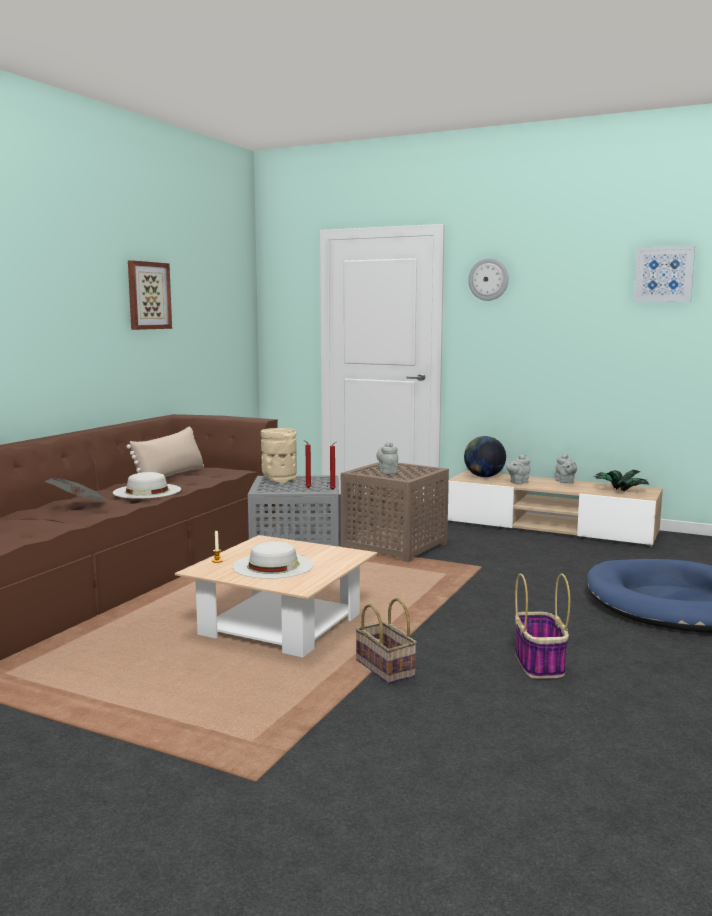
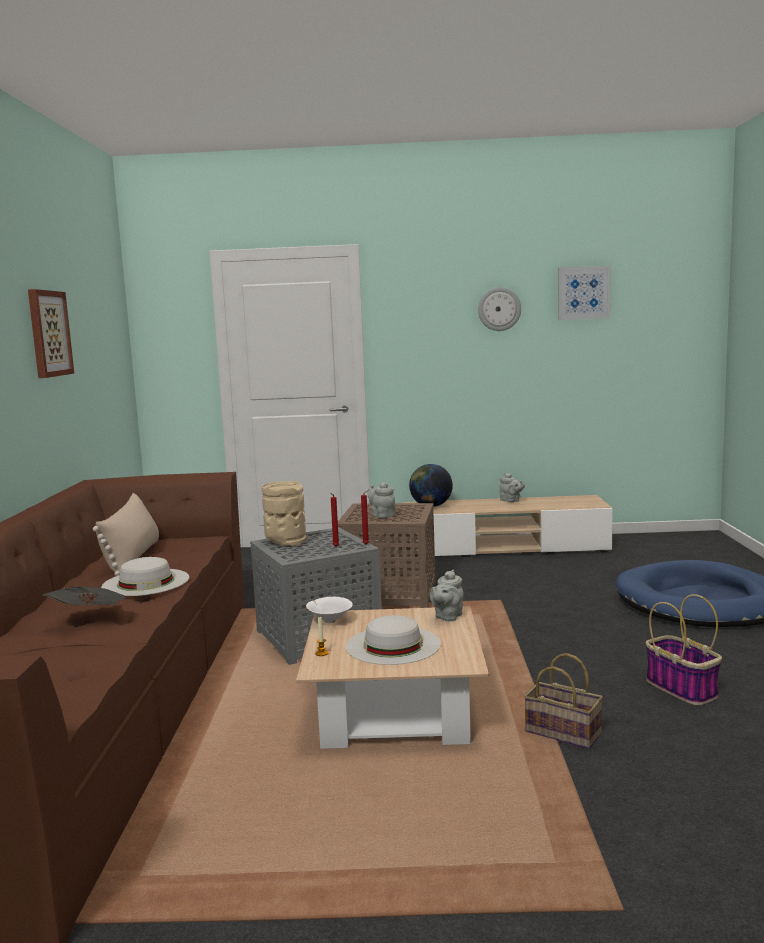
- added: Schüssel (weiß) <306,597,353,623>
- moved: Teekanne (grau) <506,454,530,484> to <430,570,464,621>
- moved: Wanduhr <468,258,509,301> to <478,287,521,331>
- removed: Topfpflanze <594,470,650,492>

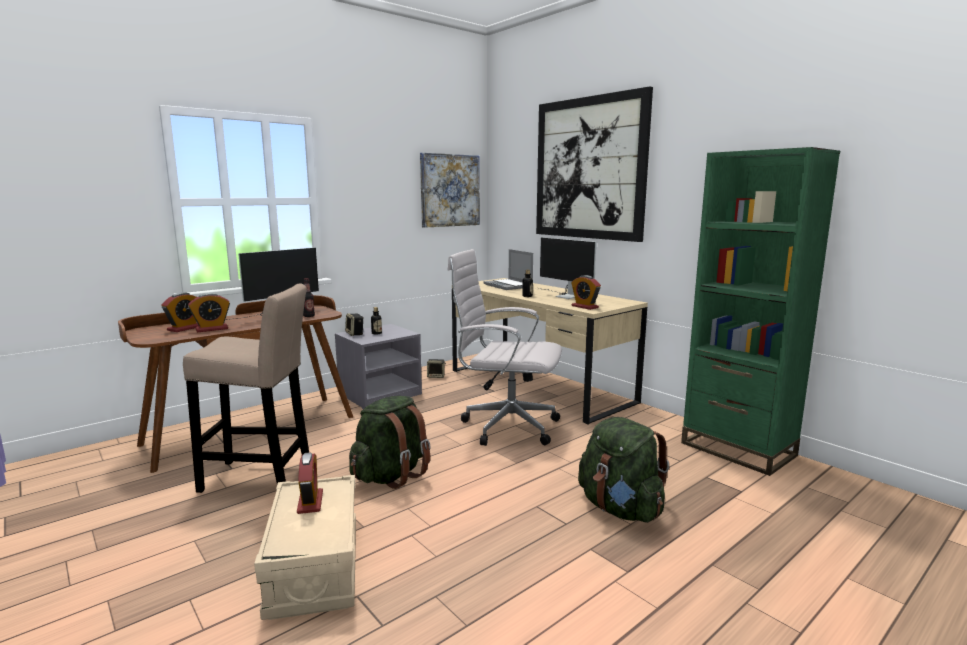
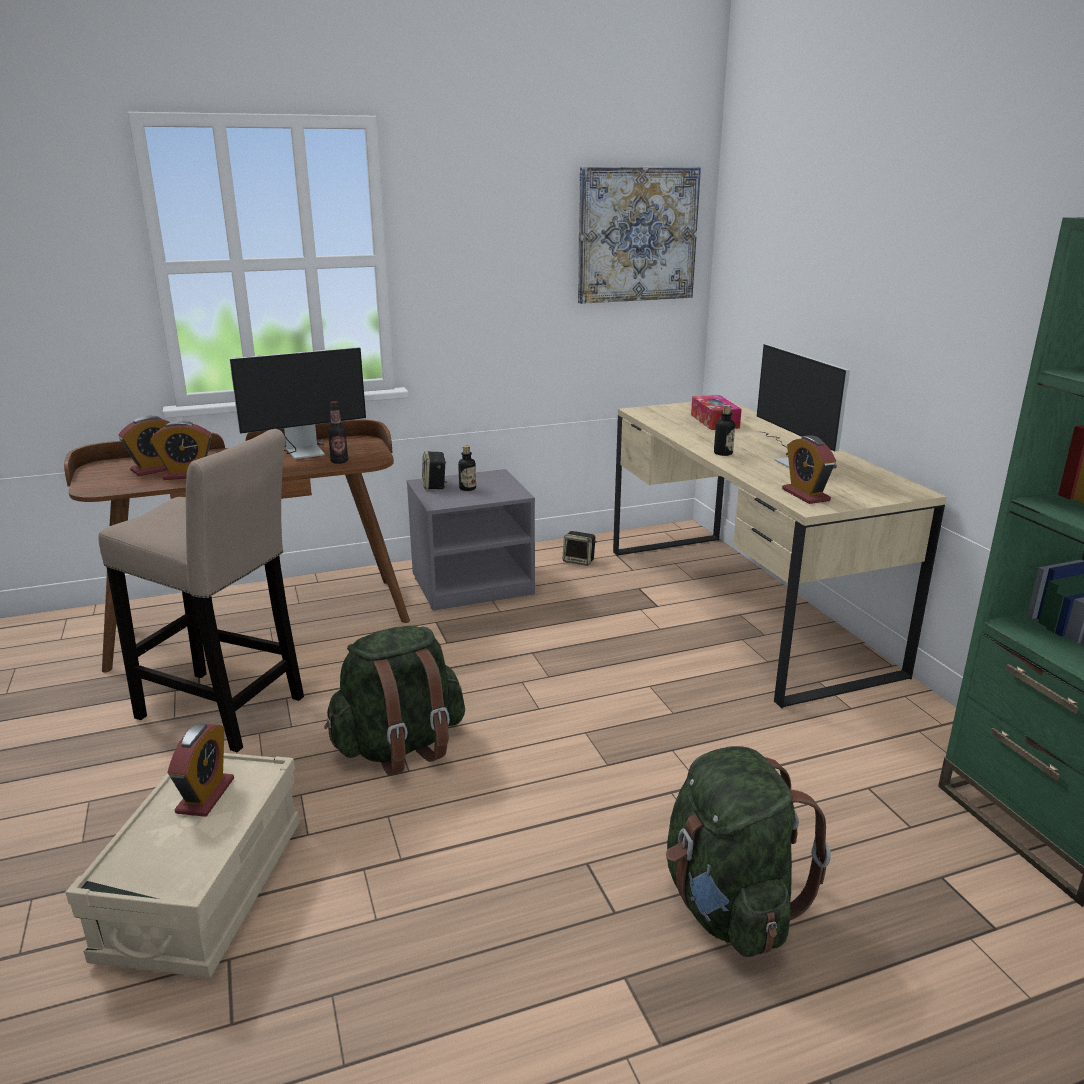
- replaced: Laptop <483,249,533,290> to Taschentuchbox <691,395,742,430>
- removed: Bürostuhl (weiß) <448,249,562,446>
- removed: Bild <536,86,653,242>

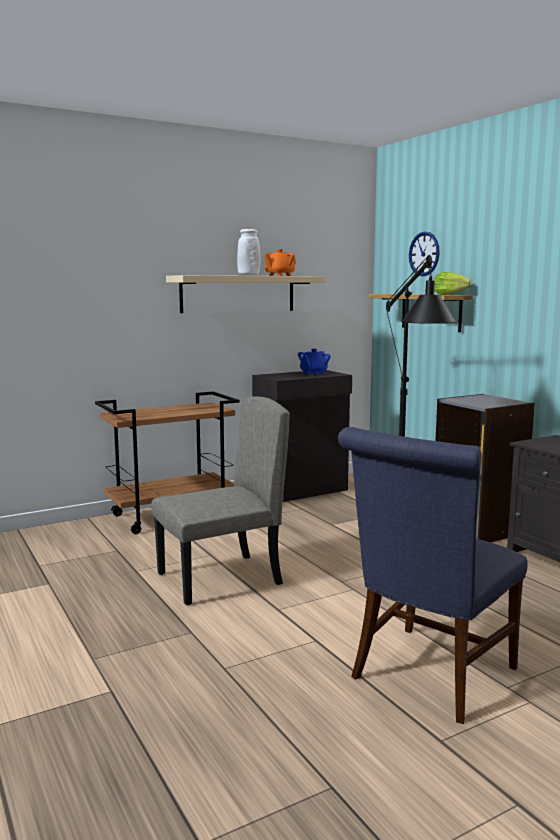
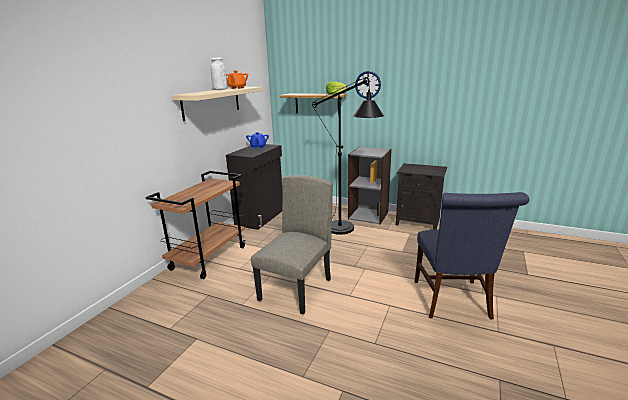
- moved: Wanduhr <409,232,440,276> to <355,71,381,99>

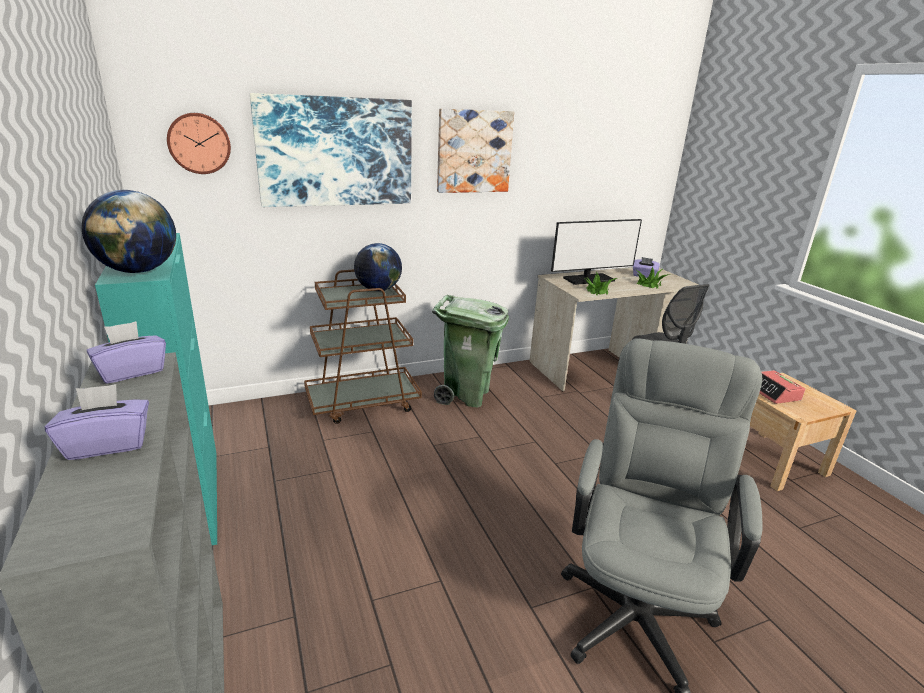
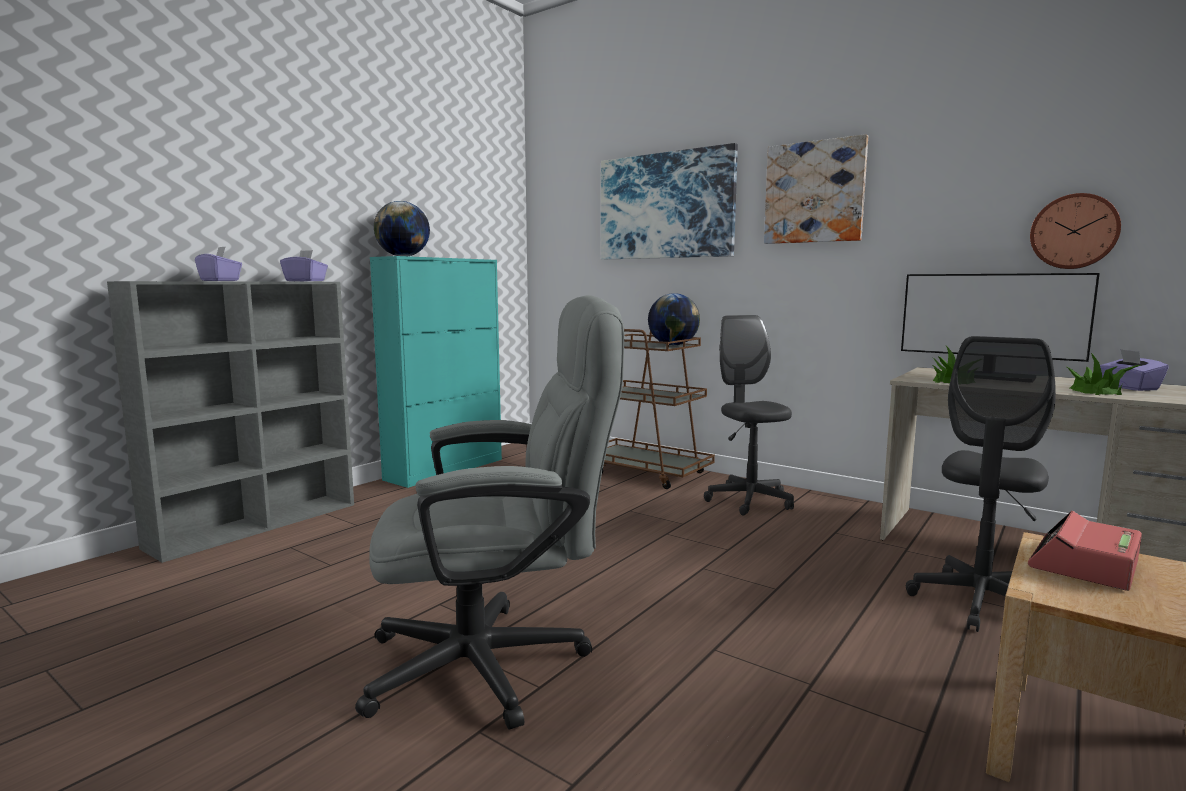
- replaced: Mülleimer (grün) <432,295,509,407> to Bürostuhl (grau) <704,315,794,515>
- moved: Wanduhr <167,113,231,174> to <1030,193,1121,269>

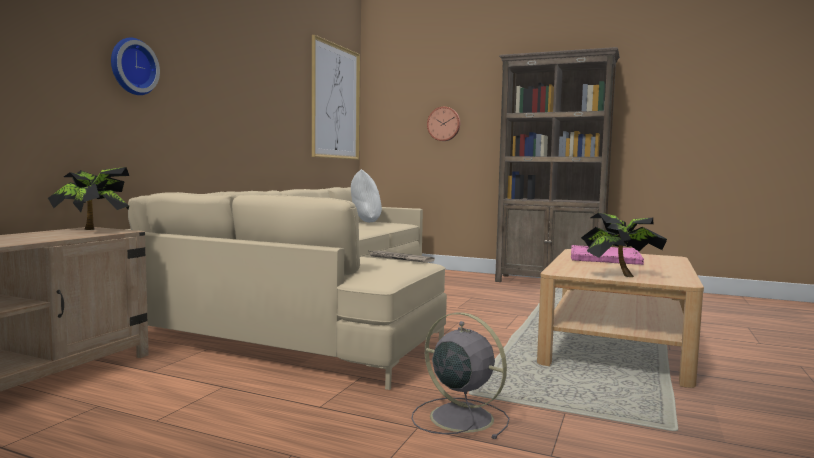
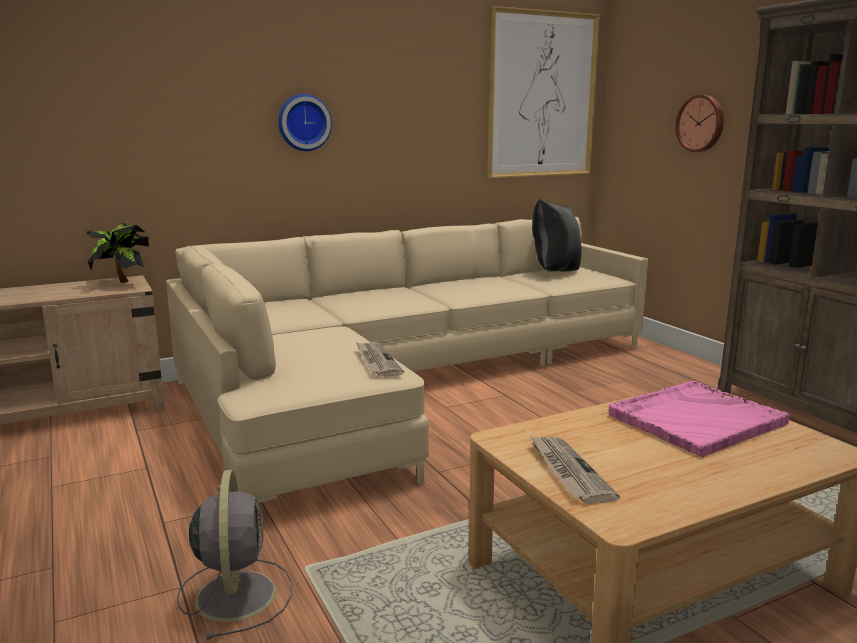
- moved: Wanduhr <111,38,160,95> to <278,94,332,151>
- replaced: Topfpflanze <581,213,667,277> to Zeitung <530,436,620,504>
- recoloured: Kissen (weiß) <351,169,382,223> to Kissen (schwarz) <532,199,582,272>

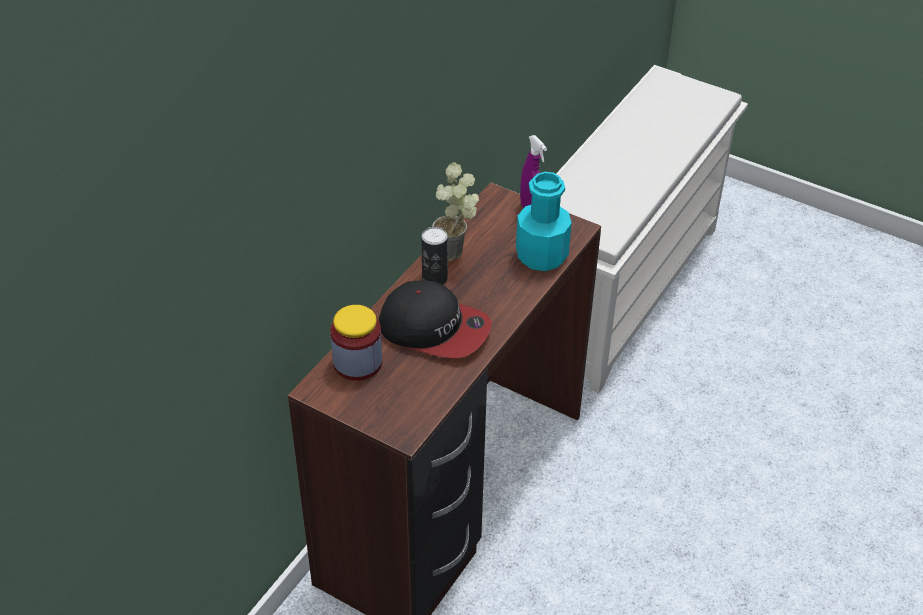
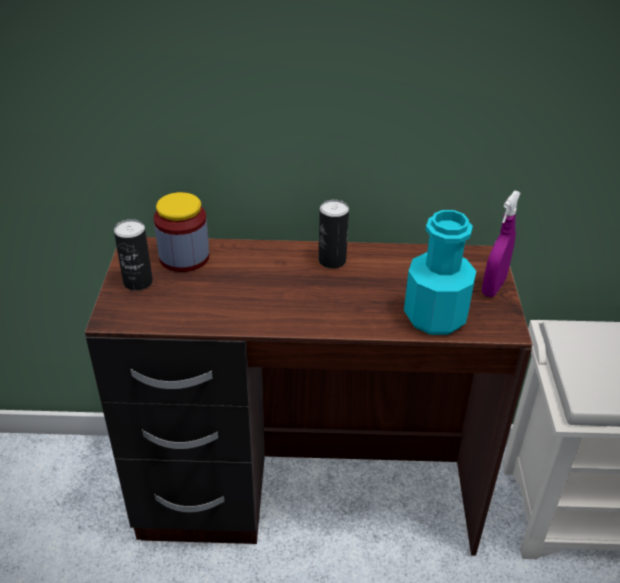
- added: Dose <114,219,153,291>
- removed: Kappe <379,280,492,358>
- removed: Topfpflanze <432,162,479,261>

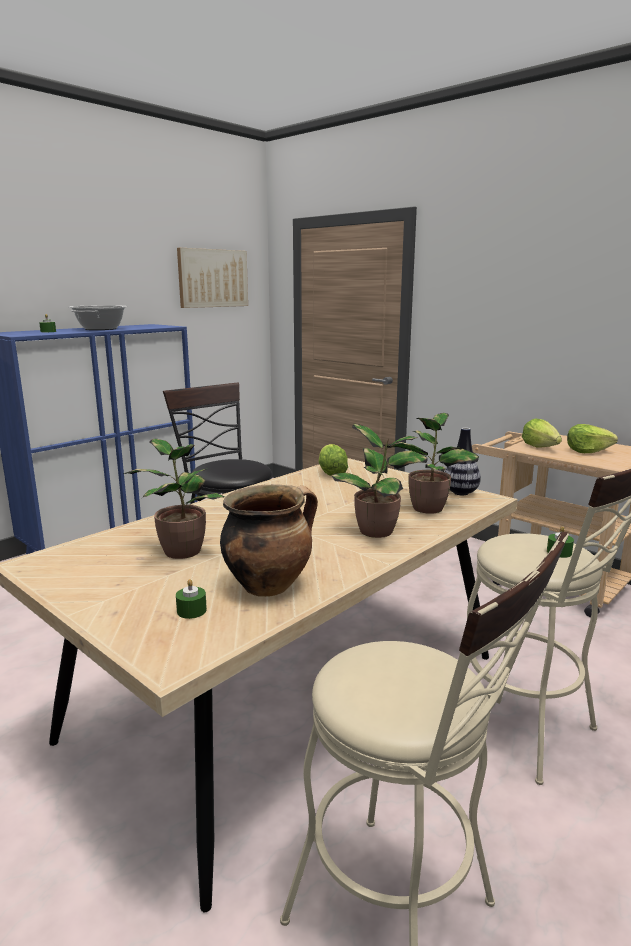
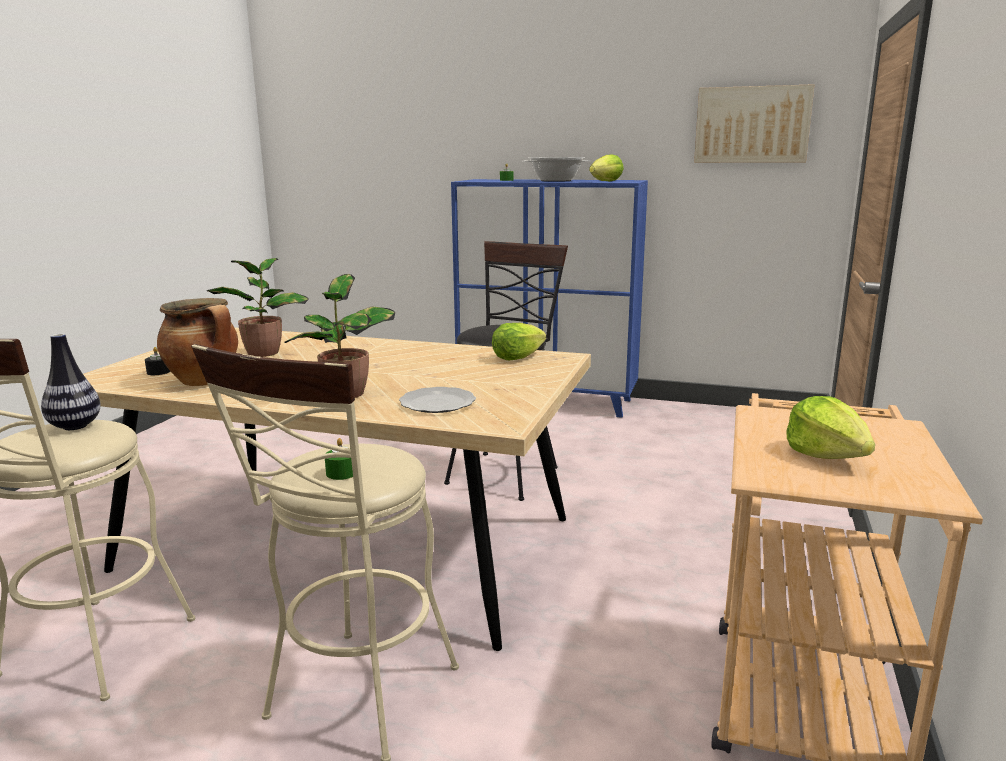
- moved: Vase <445,427,481,495> to <41,333,101,430>
- recoloured: Kerze (grün) <176,579,207,619> to Kerze (schwarz) <145,347,170,375>
- replaced: Topfpflanze <384,413,479,514> to Teller <399,387,476,413>
- moved: Salatkopf <522,418,562,448> to <589,154,624,182>

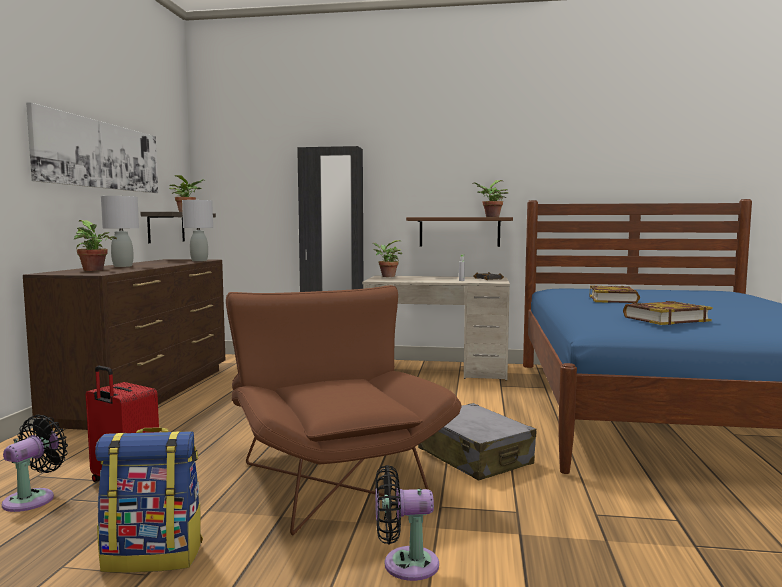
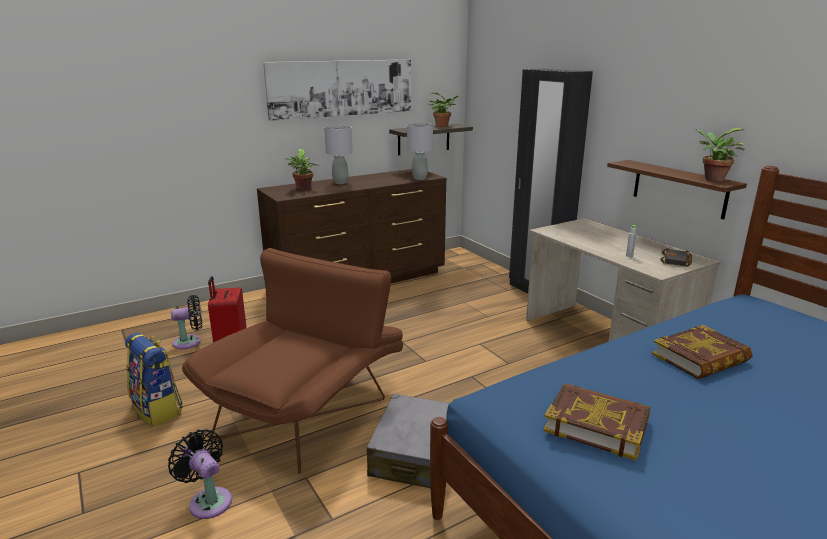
- removed: Topfpflanze <373,240,402,277>

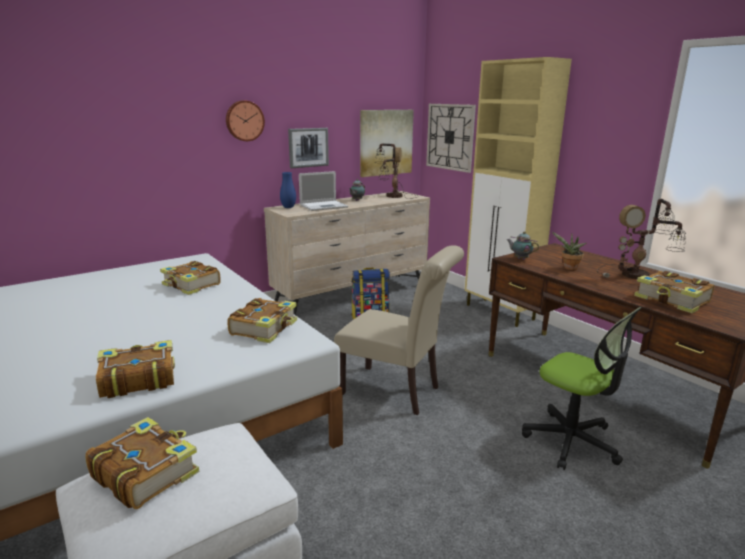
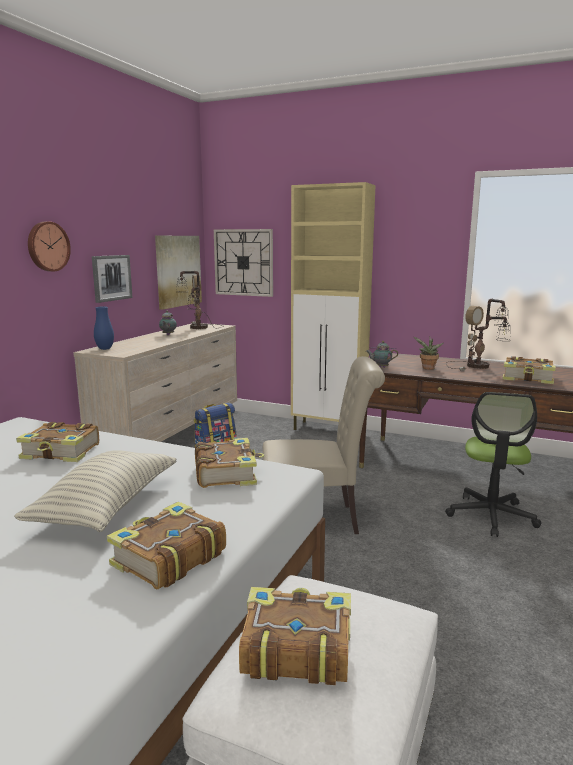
- added: Kissen <14,450,176,532>
- turned: Bürostuhl <522,307,642,470> = <445,392,541,537> 90 degrees clockwise
- removed: Laptop <299,171,348,211>

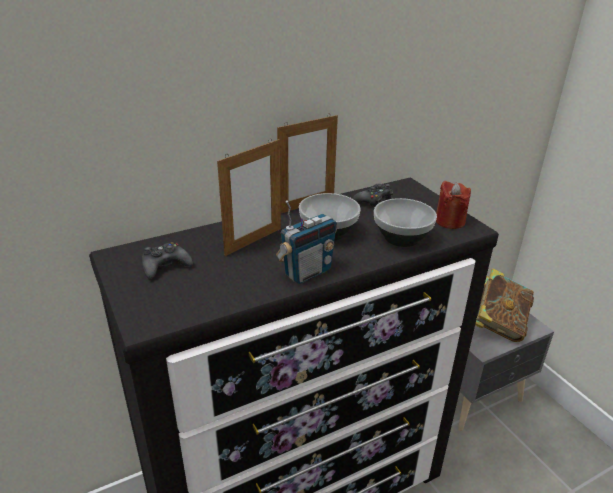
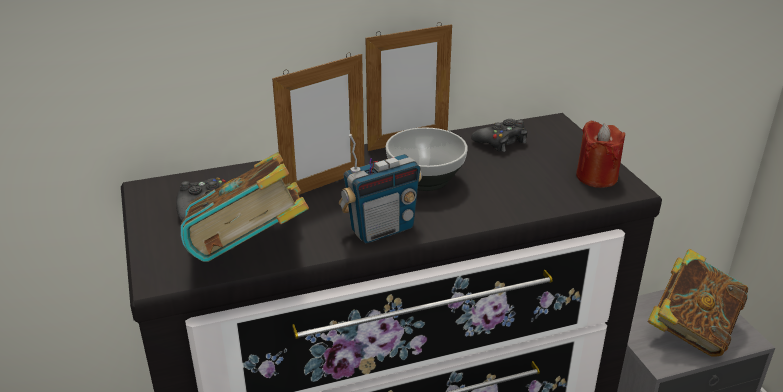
- added: Buch <180,152,309,262>
- removed: Schüssel <374,198,437,247>

